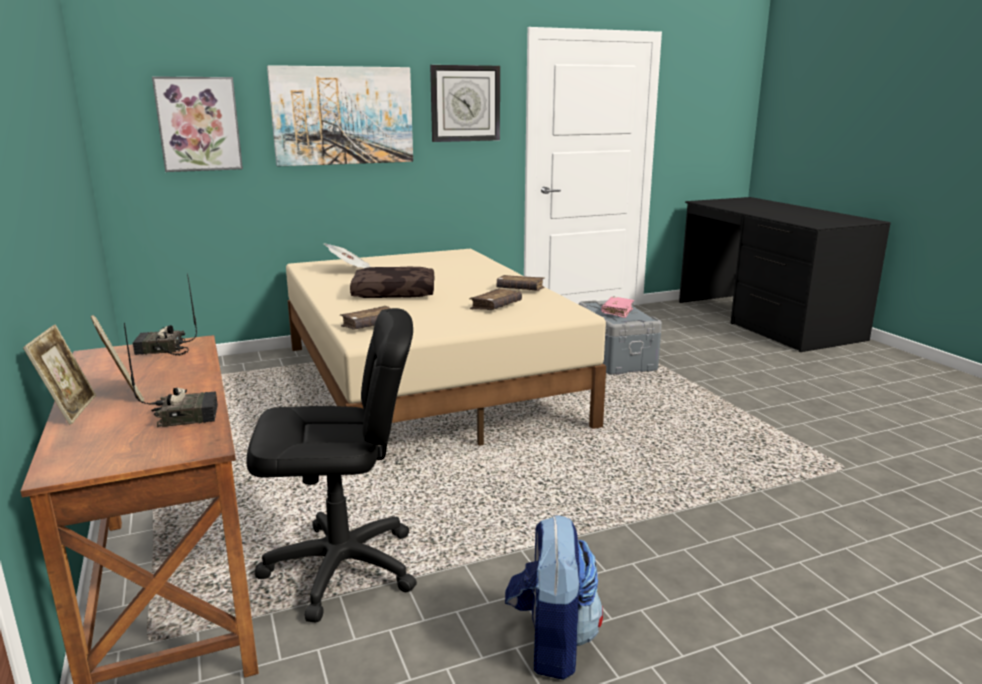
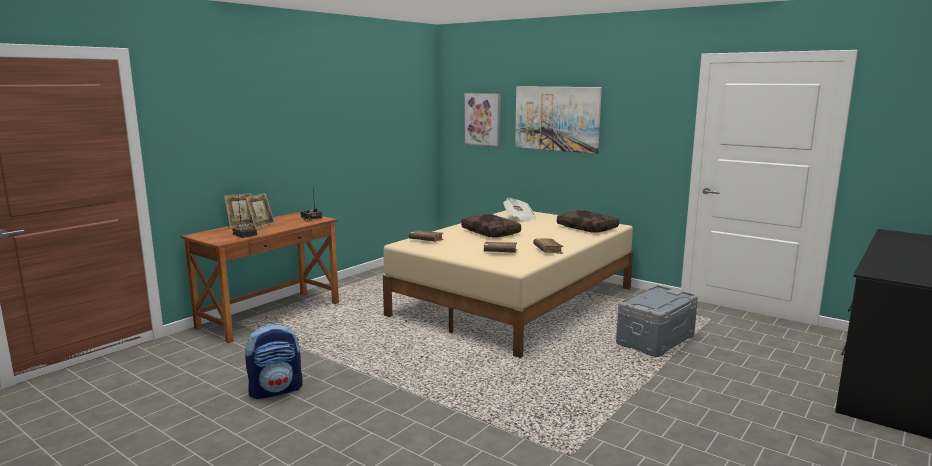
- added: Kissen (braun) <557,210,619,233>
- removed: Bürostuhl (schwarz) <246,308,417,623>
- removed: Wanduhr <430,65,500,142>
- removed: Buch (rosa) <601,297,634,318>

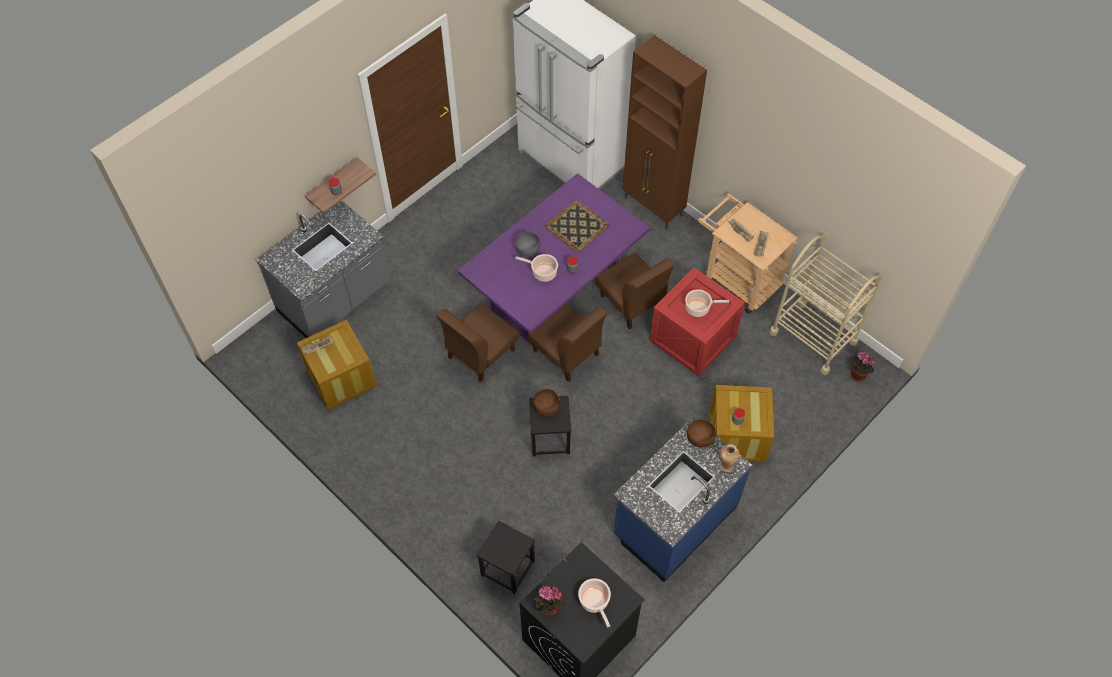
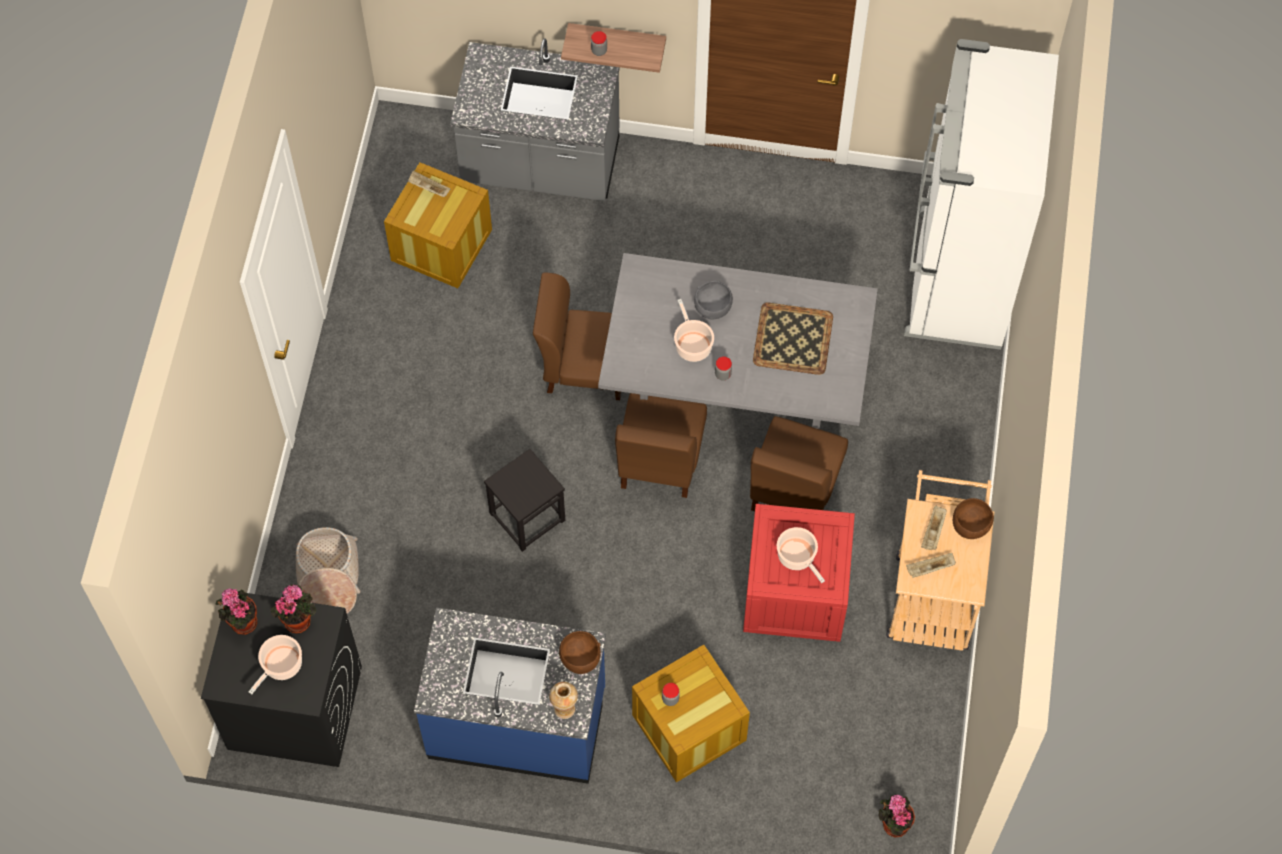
- added: Topfpflanze <271,584,316,634>
- replaced: Hocker (schwarz) <477,521,535,594> to Korb <296,527,360,614>
- recoloured: Esstisch (lila) <458,173,650,346> to Esstisch (grau) <598,253,878,429>
- moved: Schüssel (braun) <533,389,560,417> to <953,498,994,539>
- removed: Schrank (braun) <623,35,707,229>
- removed: Rollwagen (beige) <769,235,882,375>

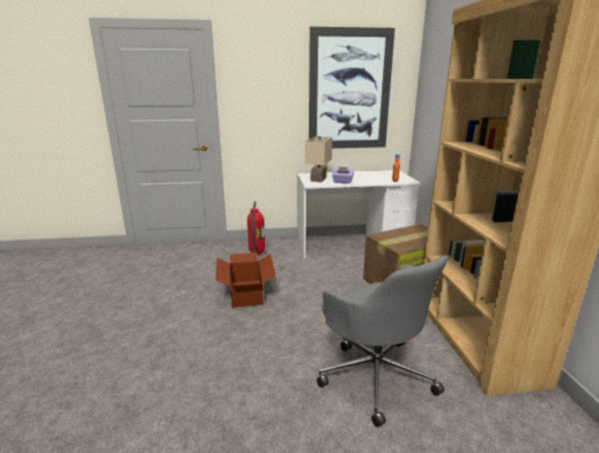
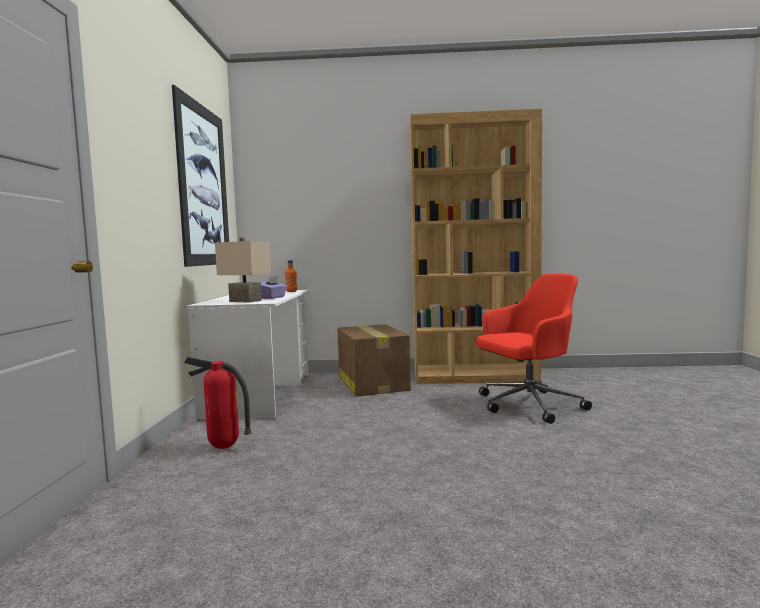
- recoloured: Bürostuhl (grau) <317,255,448,427> to Bürostuhl (rot) <476,274,592,424>
- removed: Karton <216,252,276,308>

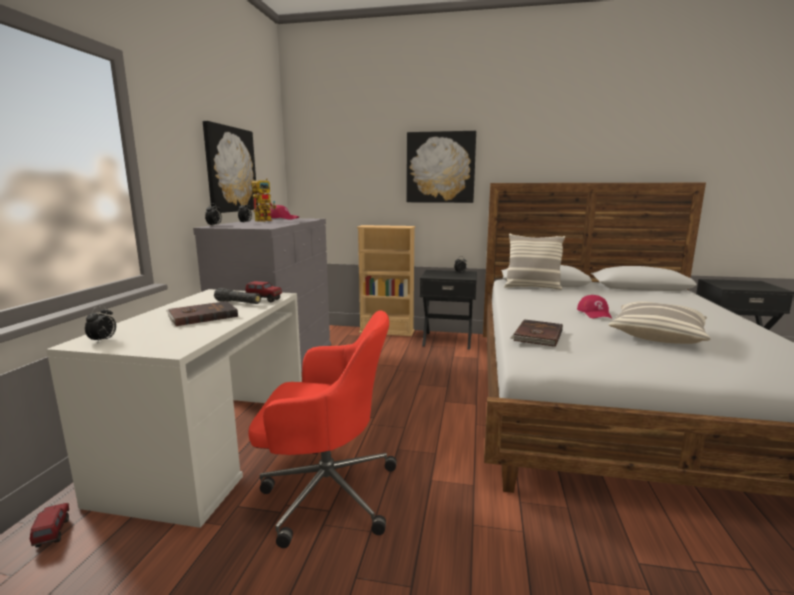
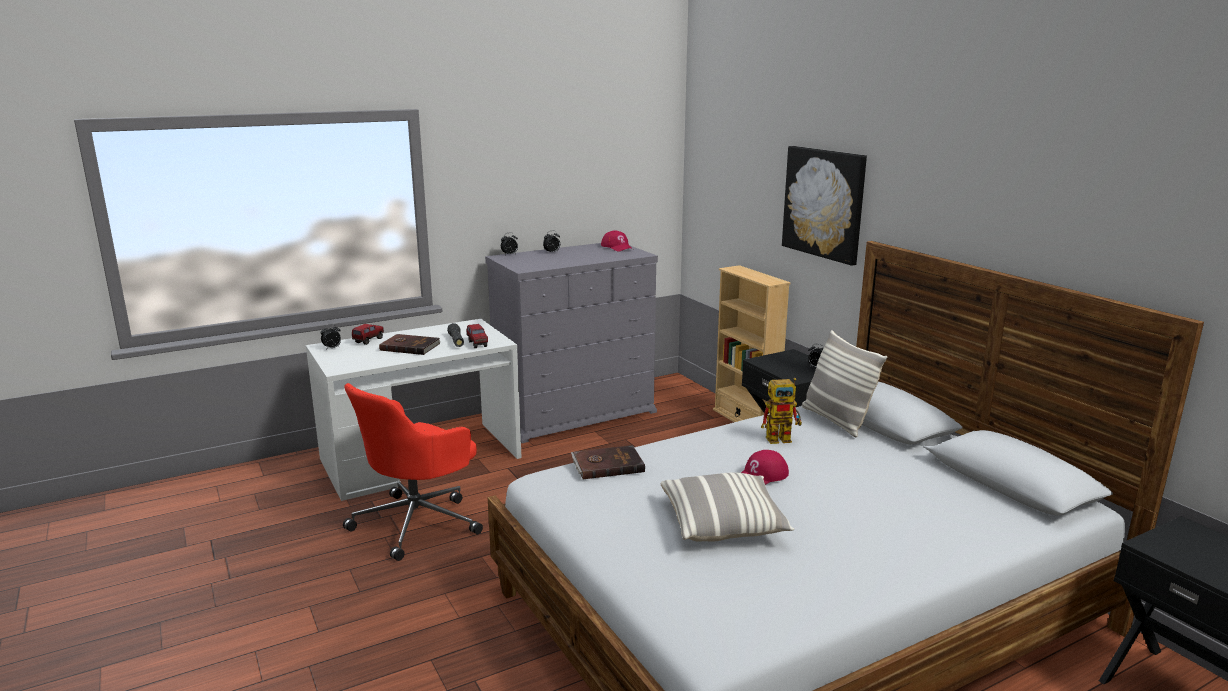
- turned: Bürostuhl (rot) <248,310,397,548> = <343,383,483,561> 75 degrees clockwise
- moved: Spielzeuglaster <30,503,69,547> to <352,324,384,345>
- moved: Spielzeugroboter <252,178,276,222> to <761,378,802,444>
- removed: Bild <203,121,258,213>

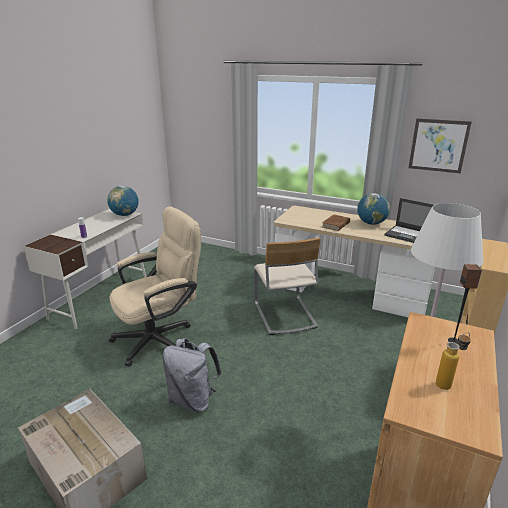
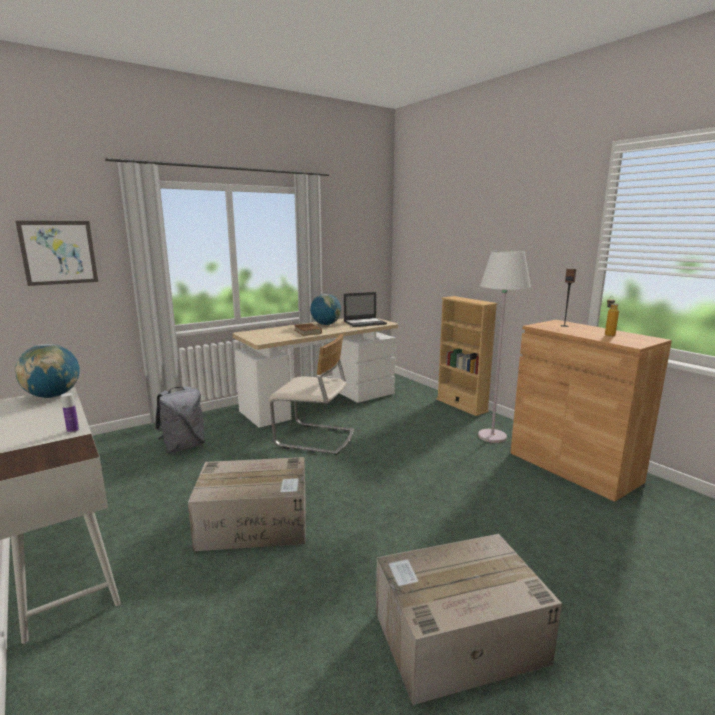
- moved: Bild <408,118,472,173> to <16,221,98,286>
- moved: Rucksack (grau) <162,338,222,412> to <155,386,205,453>
- replaced: Bürostuhl (beige) <109,206,201,367> to Karton <188,457,306,551>

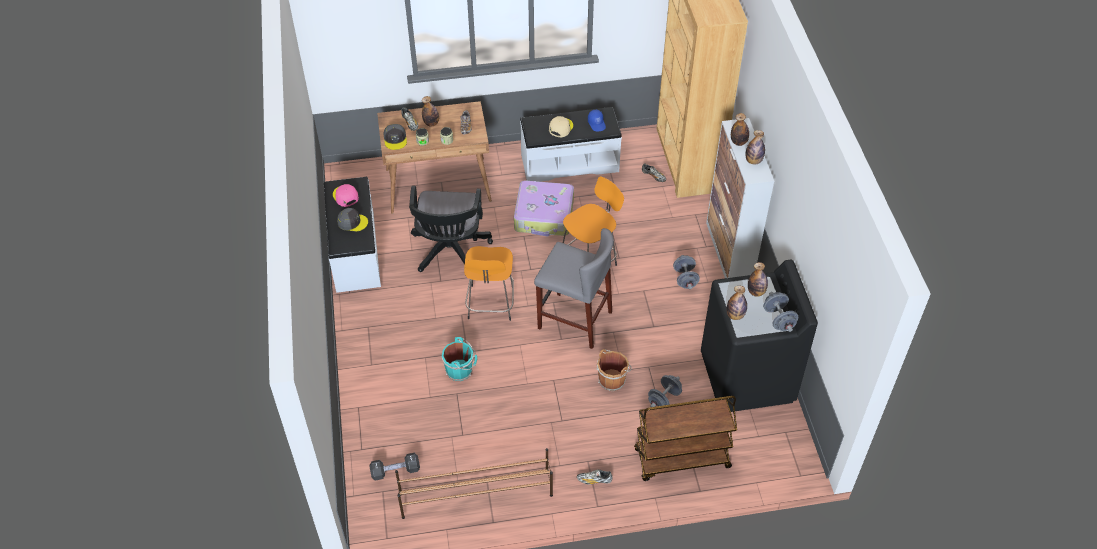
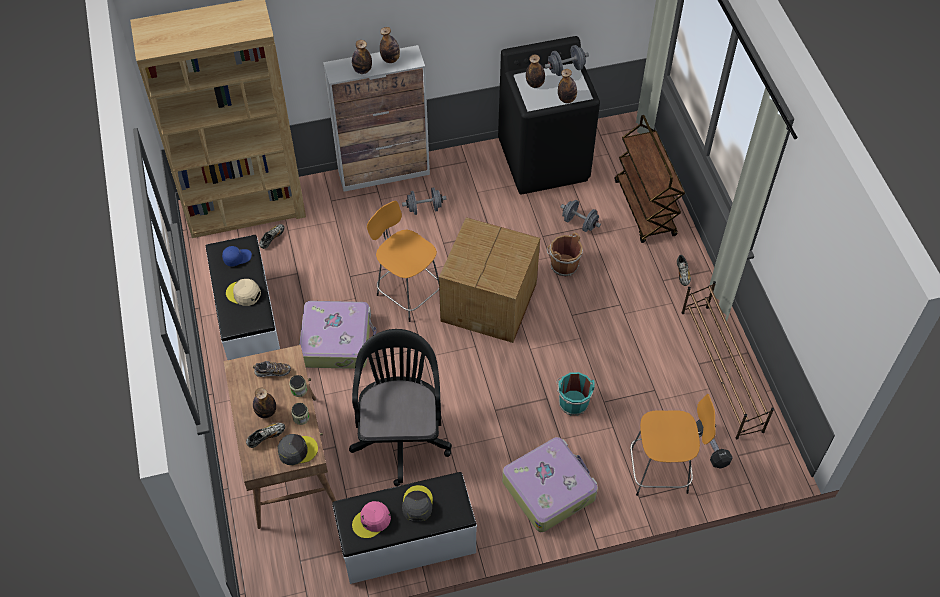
- turned: Bürostuhl (schwarz) <409,186,493,272> = <349,329,452,486> 90 degrees counterclockwise
- replaced: Hocker (grau) <534,228,614,349> to Karton <439,217,540,343>
- added: Koffer <502,437,598,532>
- moved: Hocker (orange) <464,246,514,321> to <630,394,716,496>

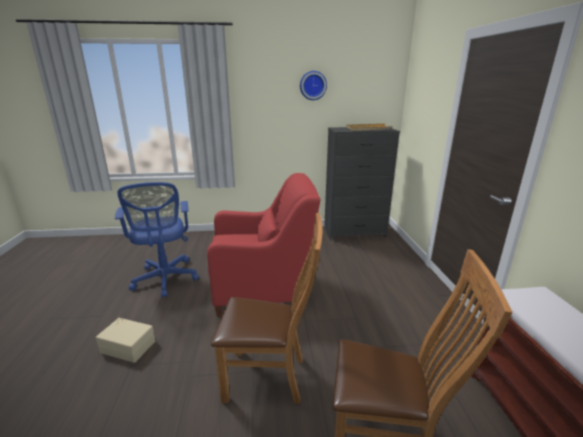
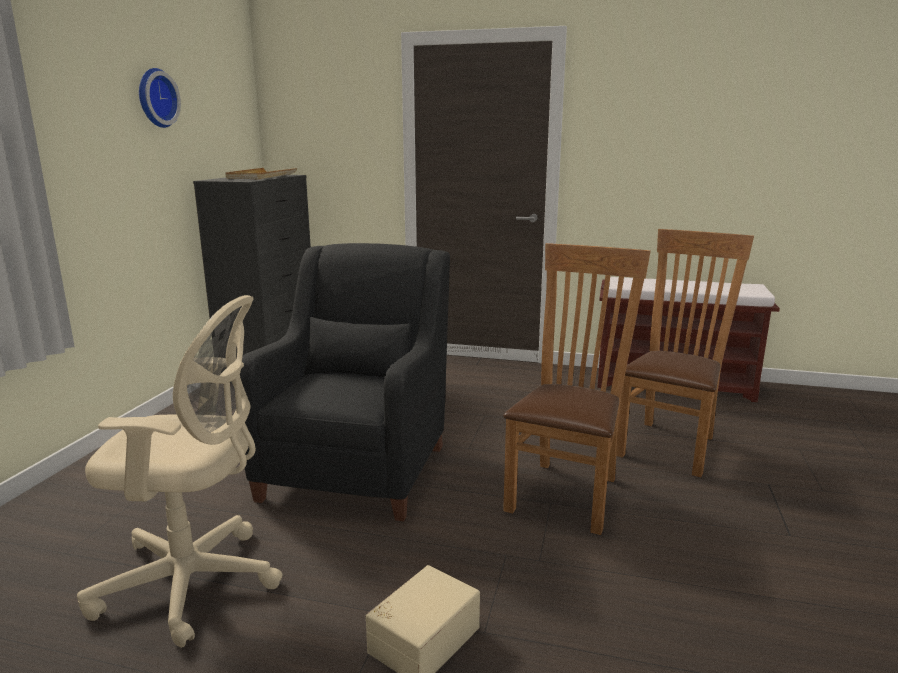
- recoloured: Bürostuhl (blau) <115,182,199,298> to Bürostuhl (beige) <77,295,283,648>
- recoloured: Sessel (rot) <207,173,320,317> to Sessel (schwarz) <240,243,450,522>

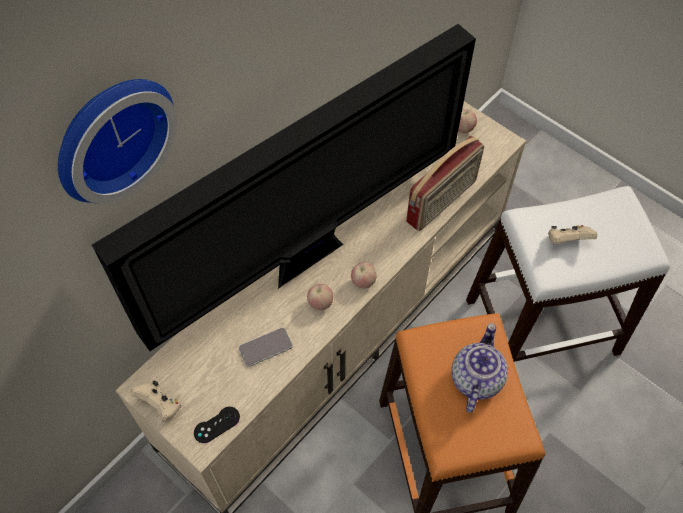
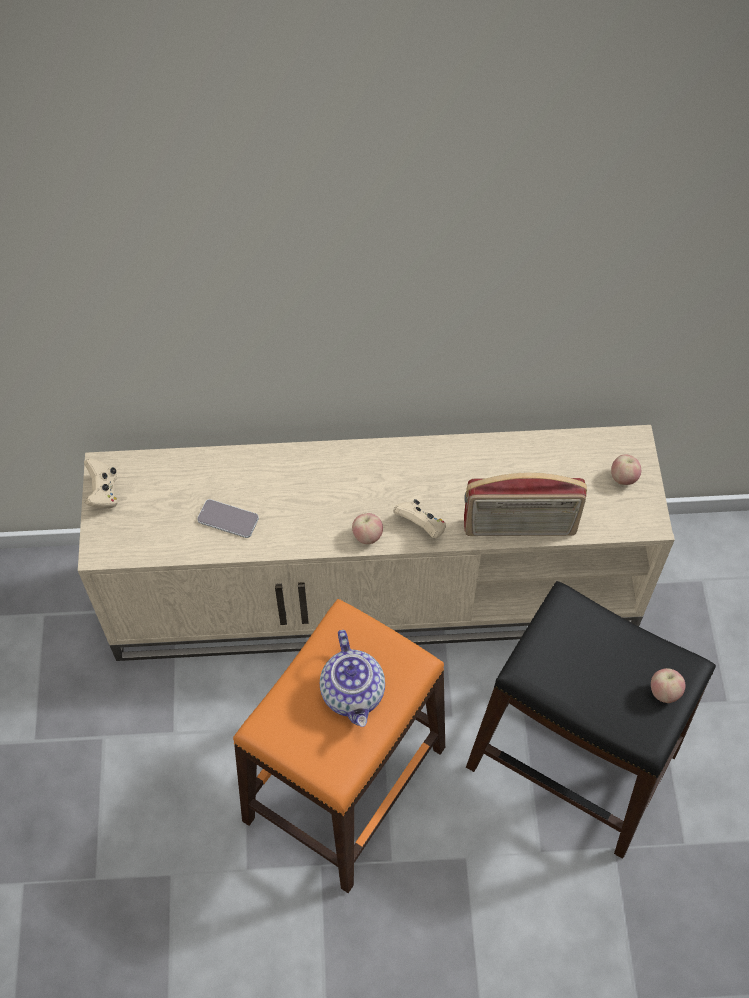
- turned: Teekanne <451,323,508,413> = <320,630,385,727> 105 degrees clockwise
- moved: Gamepad (beige) <548,225,597,244> to <393,499,446,539>
- recoloured: Hocker (weiß) <466,186,670,362> to Hocker (schwarz) <466,581,716,859>
- moved: Apfel <307,284,333,310> to <651,668,686,703>
- removed: Wanduhr <58,79,177,204>
- removed: Fernseher <92,24,476,351>
- removed: Gamepad (schwarz) <194,407,240,443>

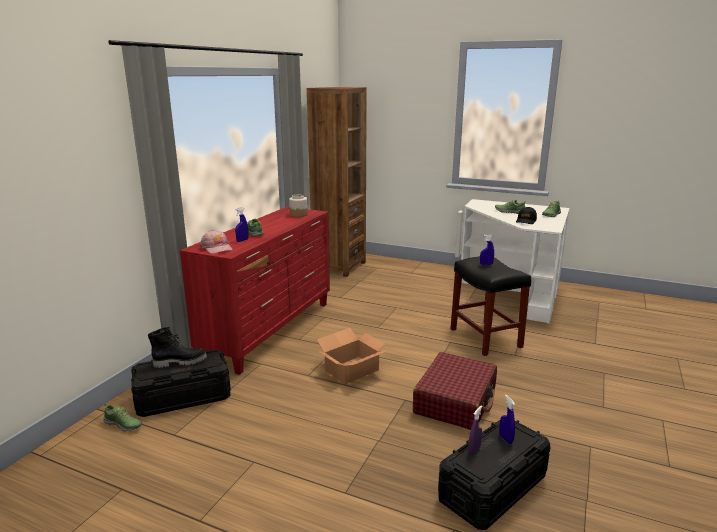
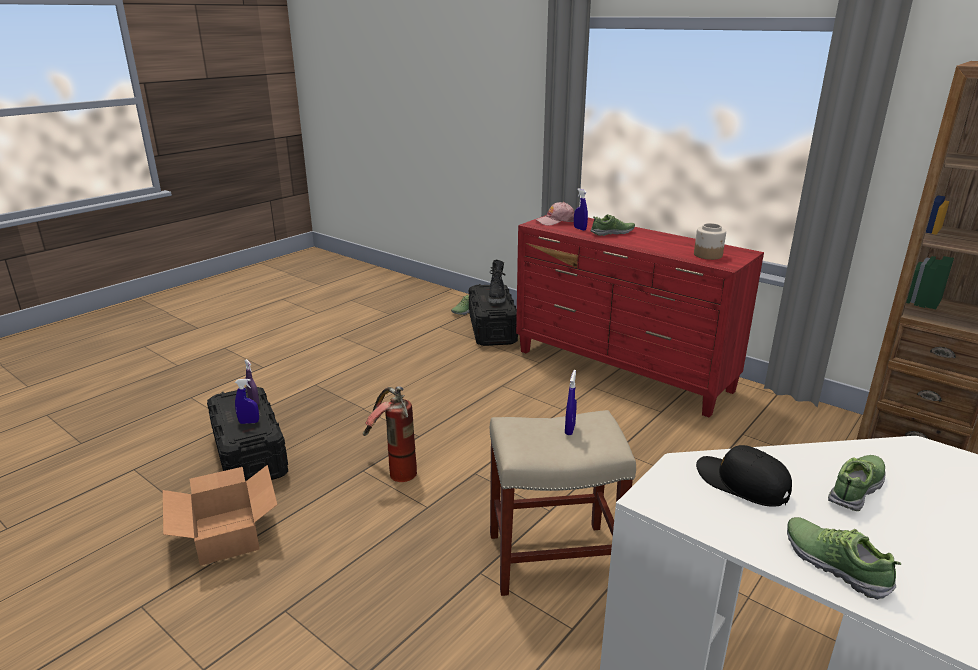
- moved: Karton <317,328,389,385> to <163,465,278,566>
- replaced: Koffer (rot) <413,352,497,430> to Feuerlöscher <363,386,417,482>
- recoloured: Hocker (schwarz) <451,256,531,356> to Hocker (beige) <490,410,636,596>

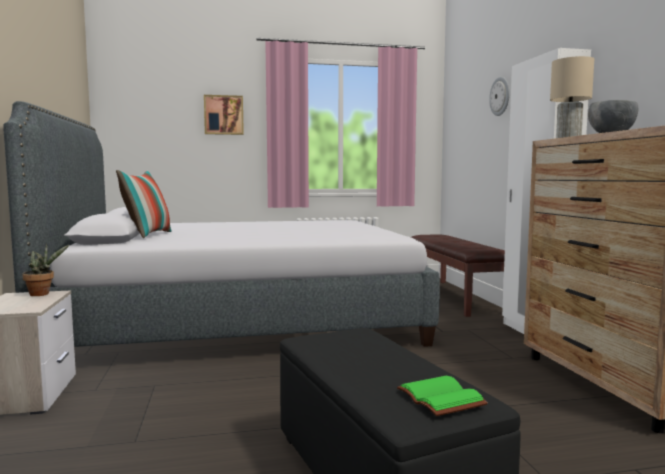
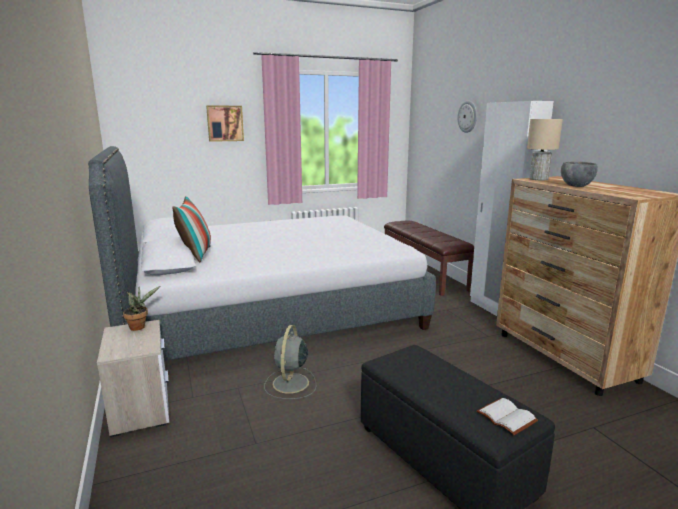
- added: Ventilator (grau) <264,325,316,399>
- recoloured: Buch (grün) <397,375,488,416> to Buch (weiß) <476,398,538,435>

